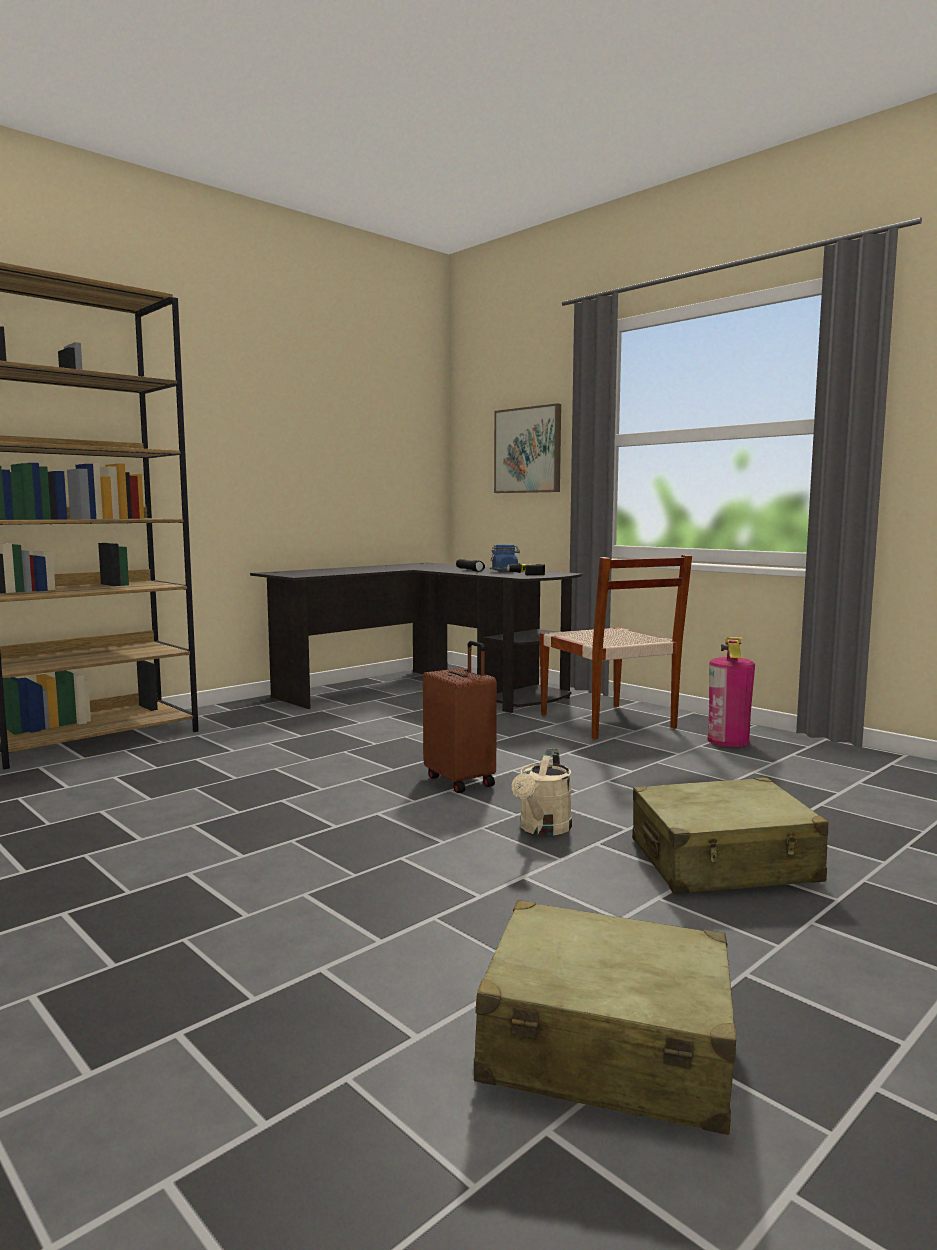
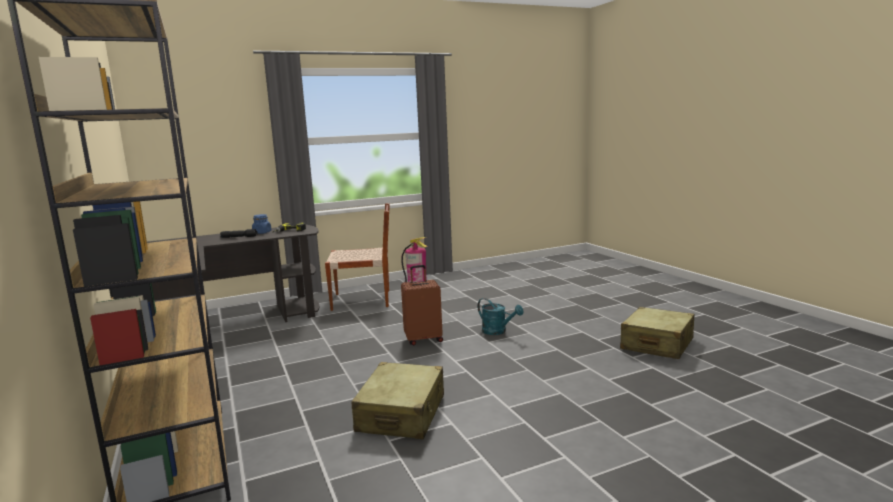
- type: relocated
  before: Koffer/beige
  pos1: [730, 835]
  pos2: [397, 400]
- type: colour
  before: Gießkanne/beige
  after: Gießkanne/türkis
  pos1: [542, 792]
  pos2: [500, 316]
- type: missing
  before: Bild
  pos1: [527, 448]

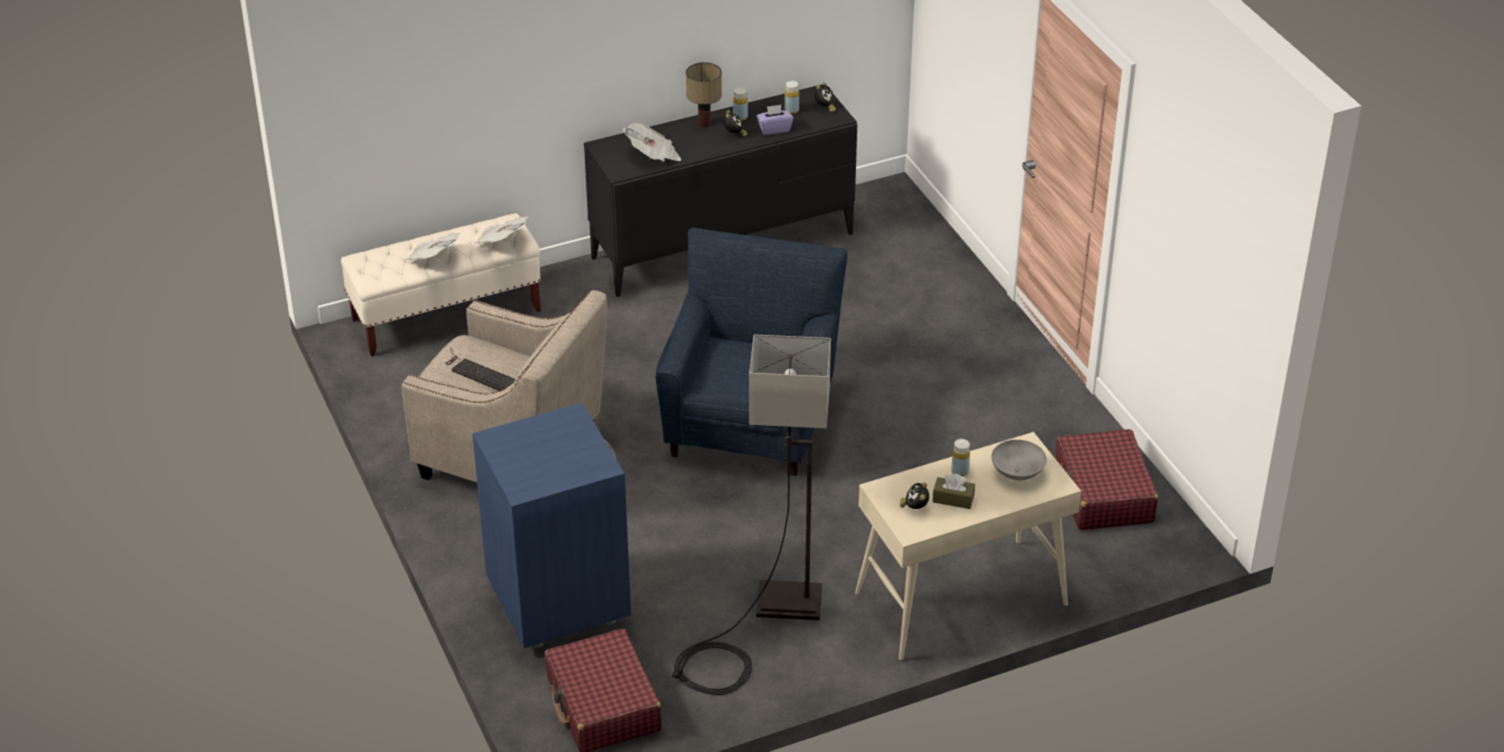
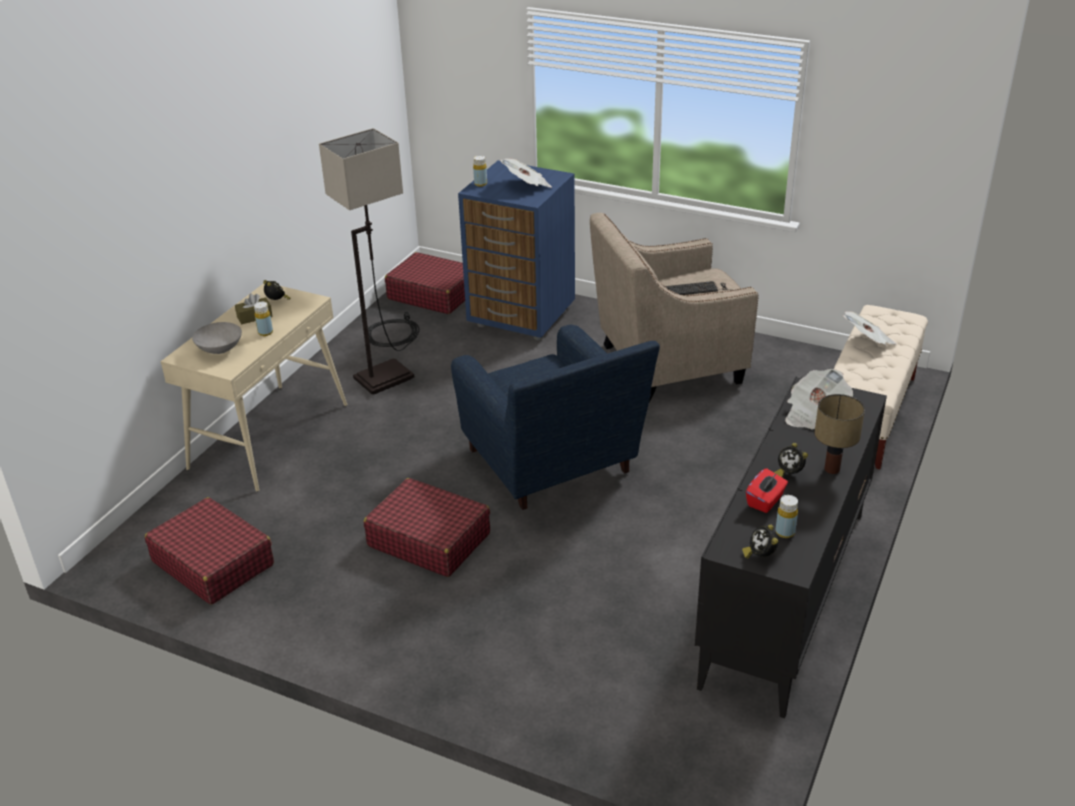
- type: appeared
  after: Koffer/rot
  pos2: [427, 527]
- type: relocated
  before: Flasche/gelb
  pos1: [740, 104]
  pos2: [480, 171]
- type: relocated
  before: Zeitung
  pos1: [501, 230]
  pos2: [526, 172]
- type: colour
  before: Taschentuchbox/lila
  after: Taschentuchbox/rot
  pos1: [775, 120]
  pos2: [767, 490]

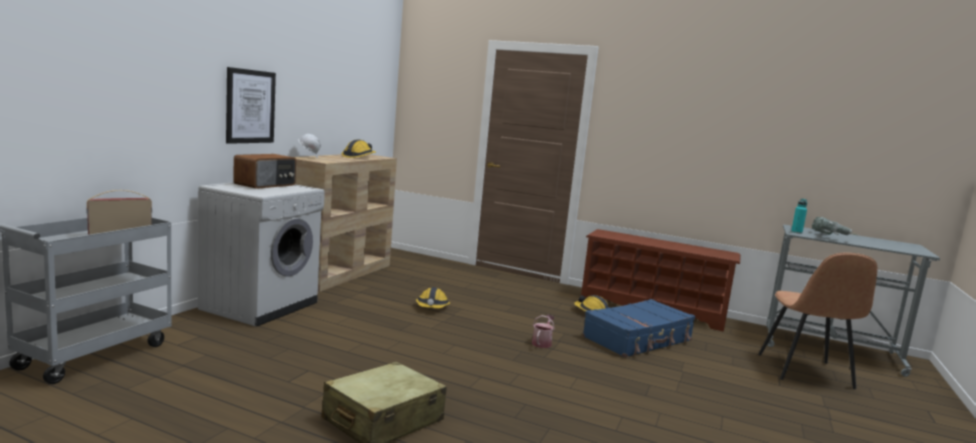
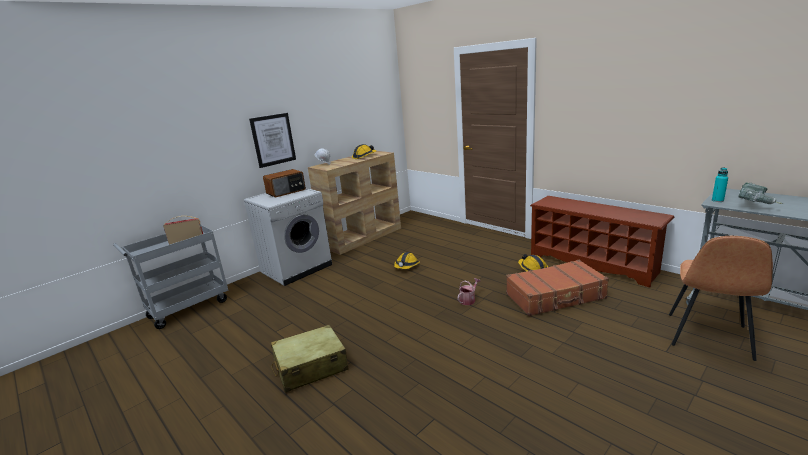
- type: colour
  before: Koffer/blau
  after: Koffer/braun
  pos1: [638, 328]
  pos2: [557, 288]

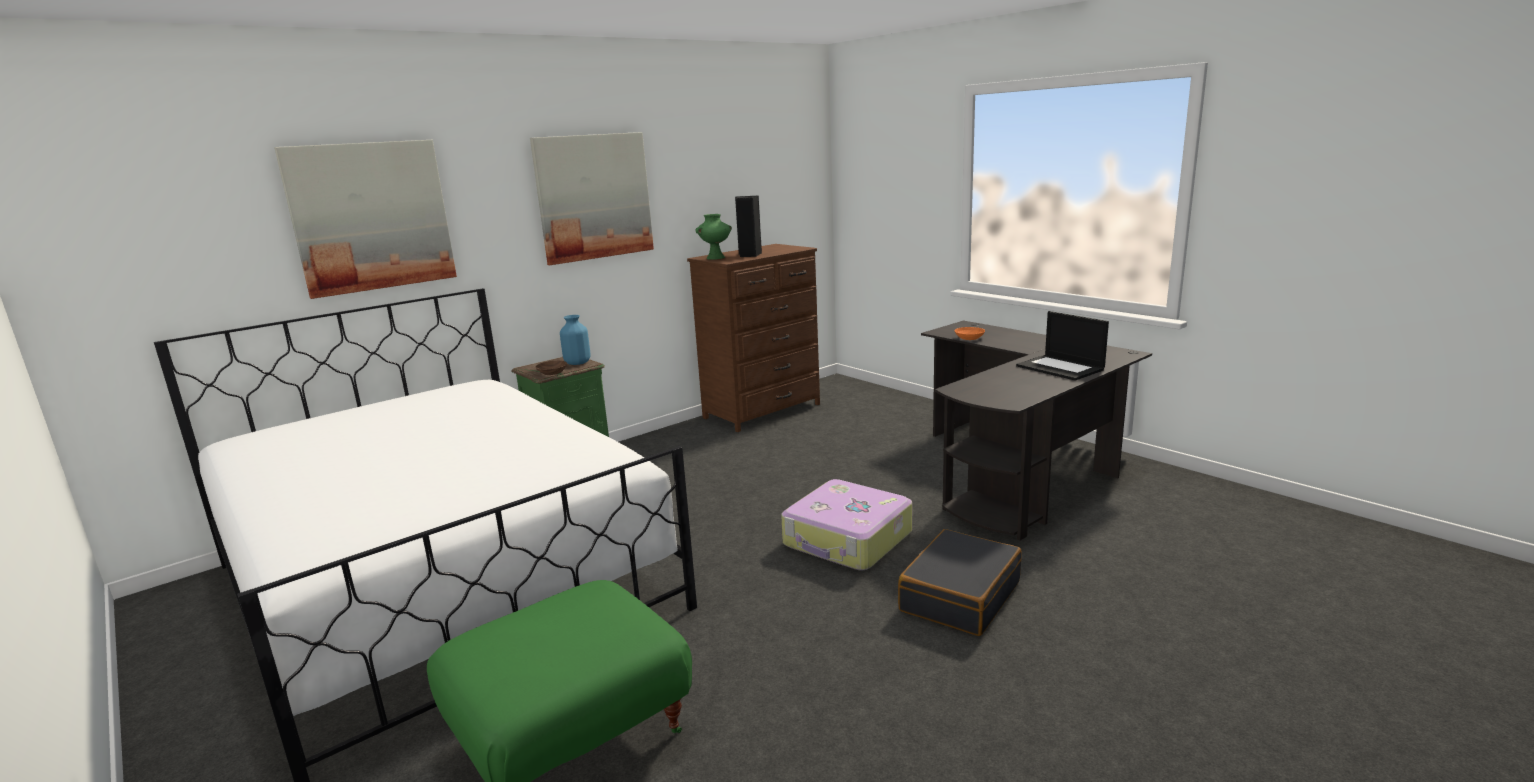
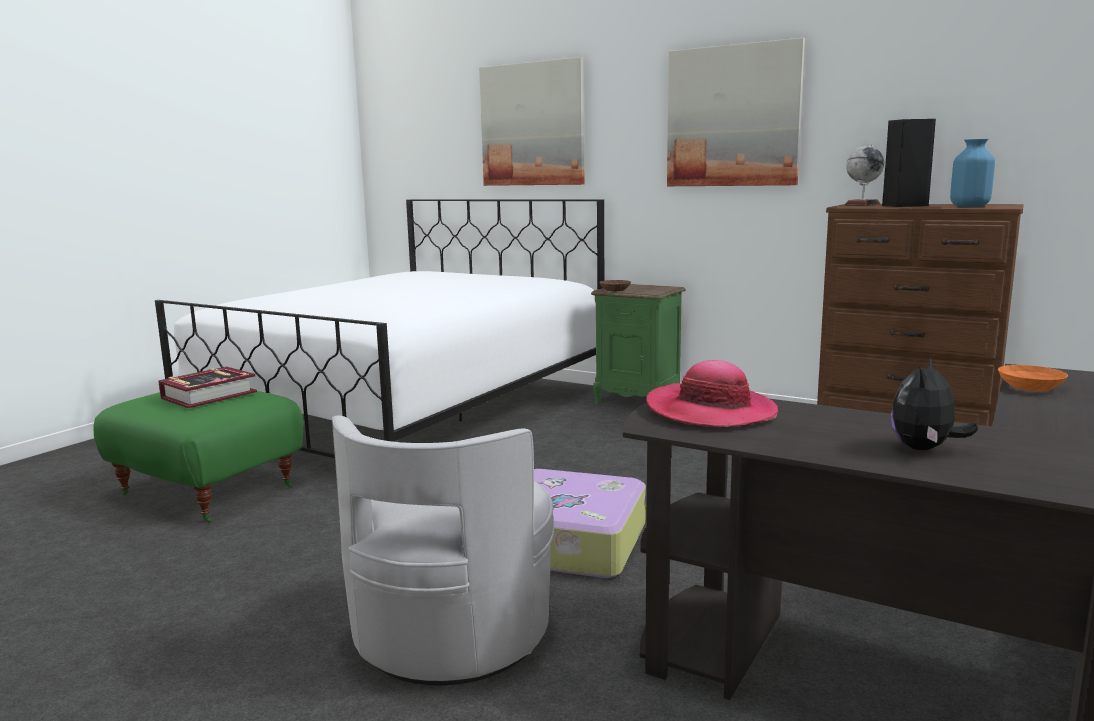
- type: appeared
  after: Buch
  pos2: [207, 387]
- type: exchanged
  before: Koffer/schwarz
  after: Sessel/weiß
  pos1: [960, 582]
  pos2: [443, 550]
- type: appeared
  after: Hut
  pos2: [712, 393]
- type: exchanged
  before: Vase/grün
  after: Globus
  pos1: [713, 237]
  pos2: [865, 175]
- type: exchanged
  before: Laptop
  after: Plüschtier
  pos1: [1062, 346]
  pos2: [934, 403]
- type: relocated
  before: Vase/blau
  pos1: [575, 340]
  pos2: [972, 173]

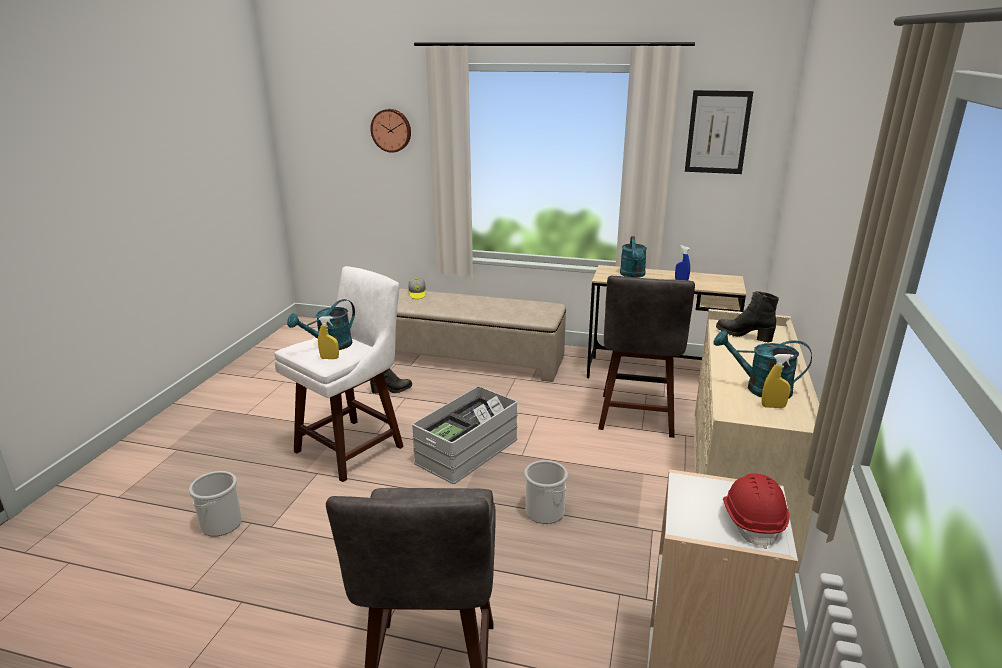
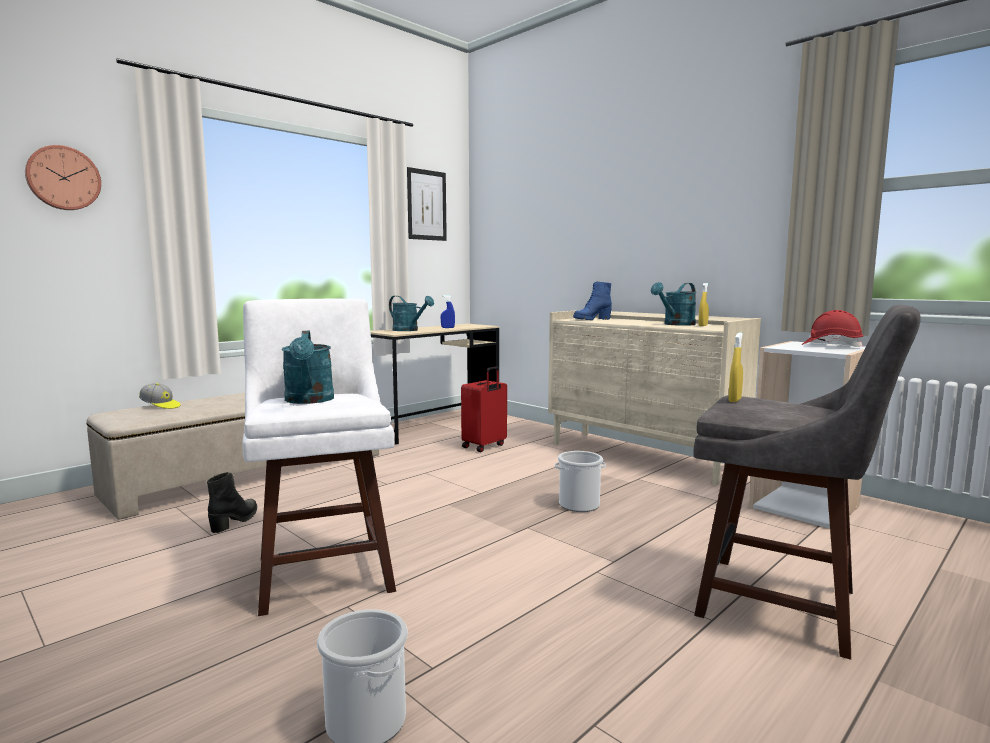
- type: exchanged
  before: Hocker/grau
  after: Koffer/rot
  pos1: [646, 357]
  pos2: [484, 409]
- type: colour
  before: Stiefel/schwarz
  after: Stiefel/blau
  pos1: [747, 317]
  pos2: [592, 300]
- type: relocated
  before: Sprühflasche/gelb
  pos1: [328, 337]
  pos2: [735, 367]
- type: missing
  before: Aufbewahrungsbox/grau
  pos1: [464, 435]

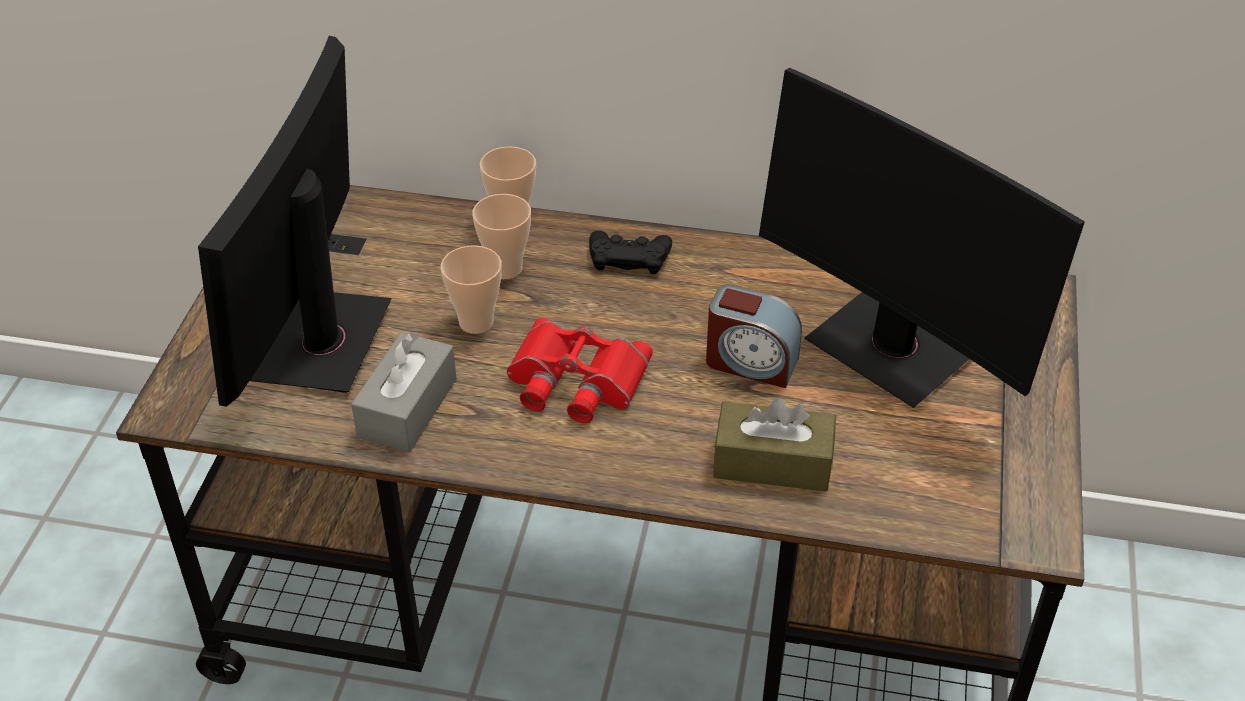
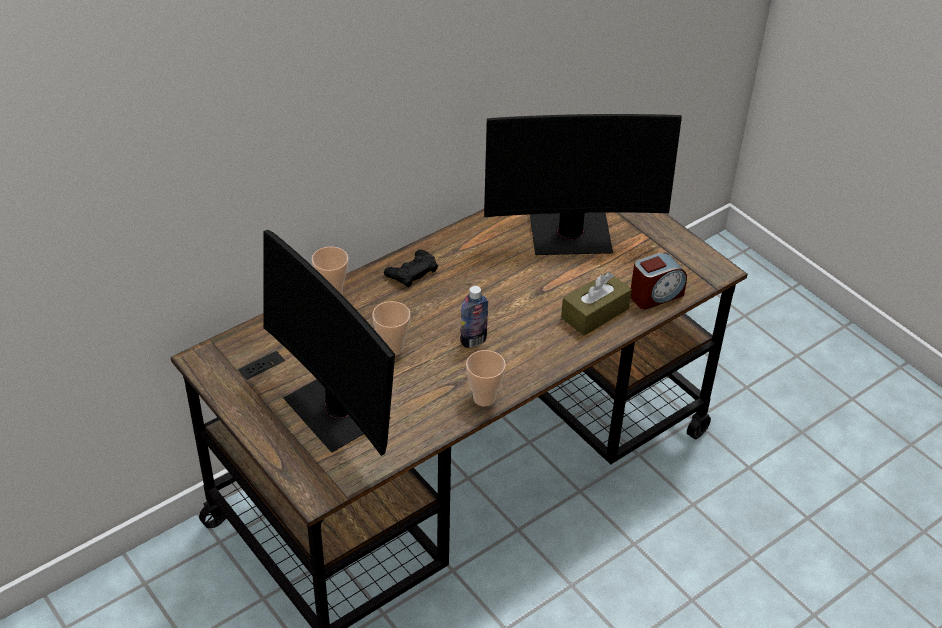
- type: exchanged
  before: Fernglas/rot
  after: Flasche
  pos1: [580, 370]
  pos2: [474, 317]
- type: relocated
  before: Tasse
  pos1: [502, 236]
  pos2: [486, 378]
- type: relocated
  before: Wecker
  pos1: [754, 336]
  pos2: [659, 280]
- type: missing
  before: Taschentuchbox/grau
  pos1: [404, 392]

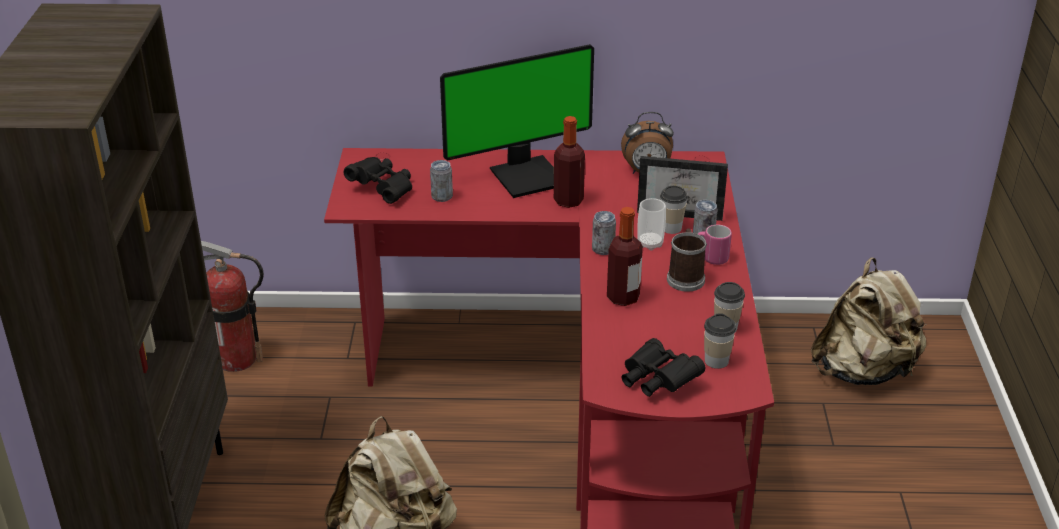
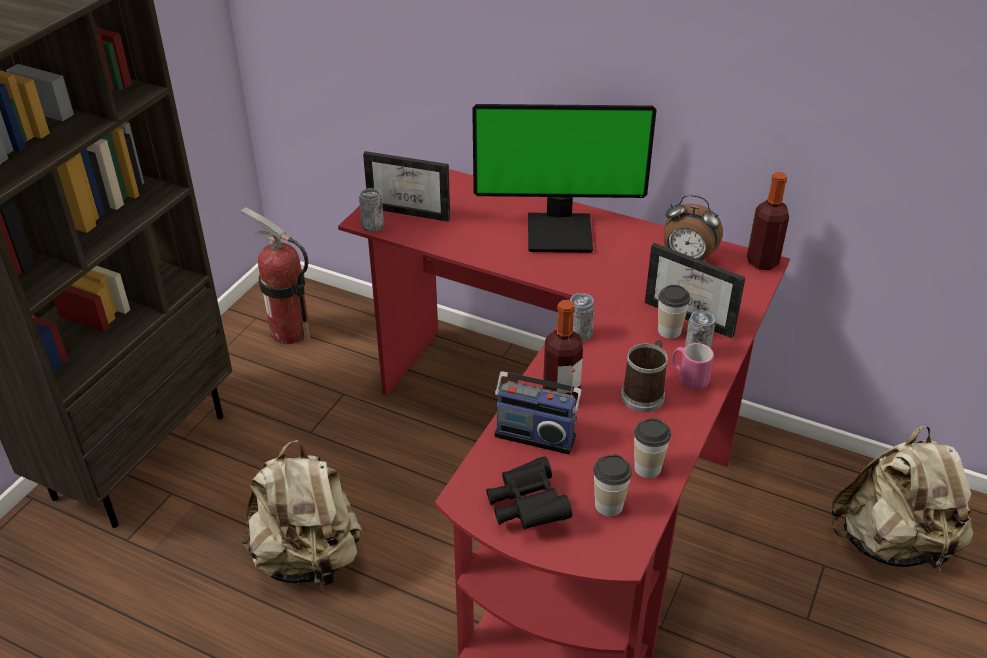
- type: relocated
  before: Dose
  pos1: [441, 181]
  pos2: [371, 210]
- type: exchanged
  before: Fernglas/schwarz
  after: Bilderrahmen
  pos1: [378, 180]
  pos2: [406, 186]
- type: appeared
  after: Radio
  pos2: [538, 411]
- type: relocated
  before: Flasche
  pos1: [569, 162]
  pos2: [768, 221]
- type: missing
  before: Tasse
  pos1: [651, 224]

